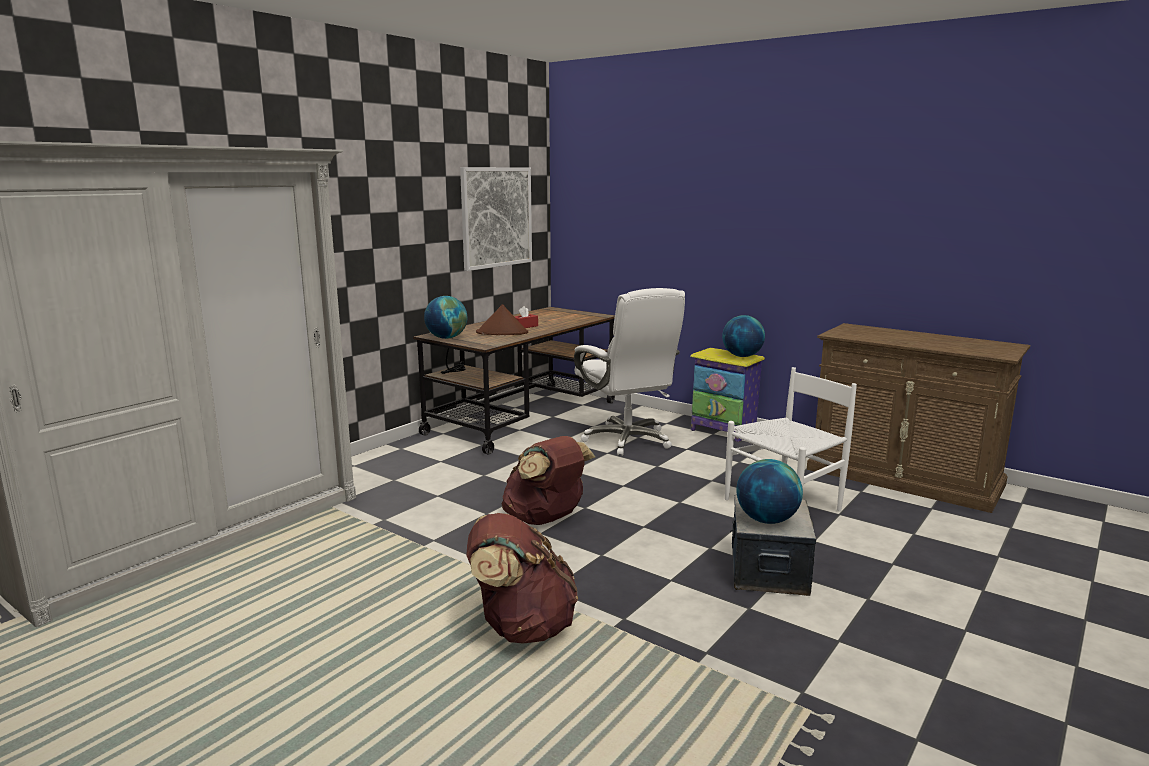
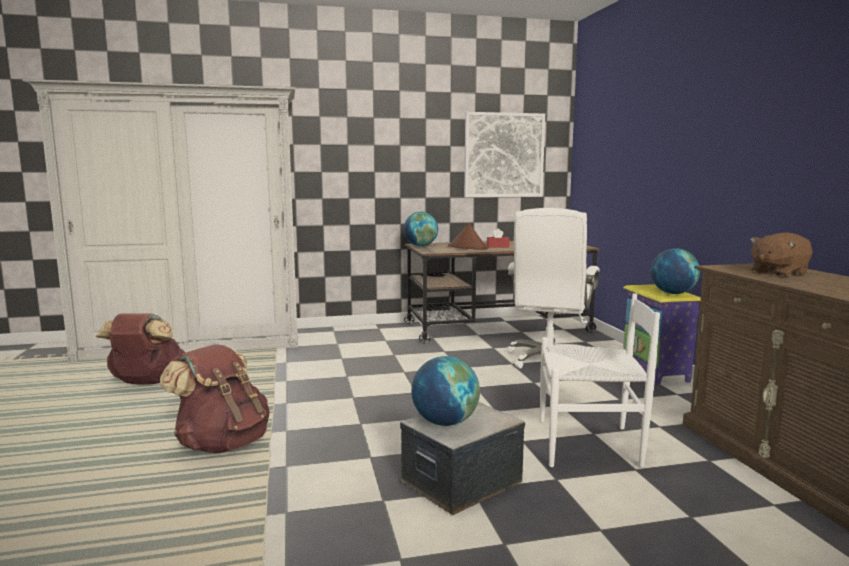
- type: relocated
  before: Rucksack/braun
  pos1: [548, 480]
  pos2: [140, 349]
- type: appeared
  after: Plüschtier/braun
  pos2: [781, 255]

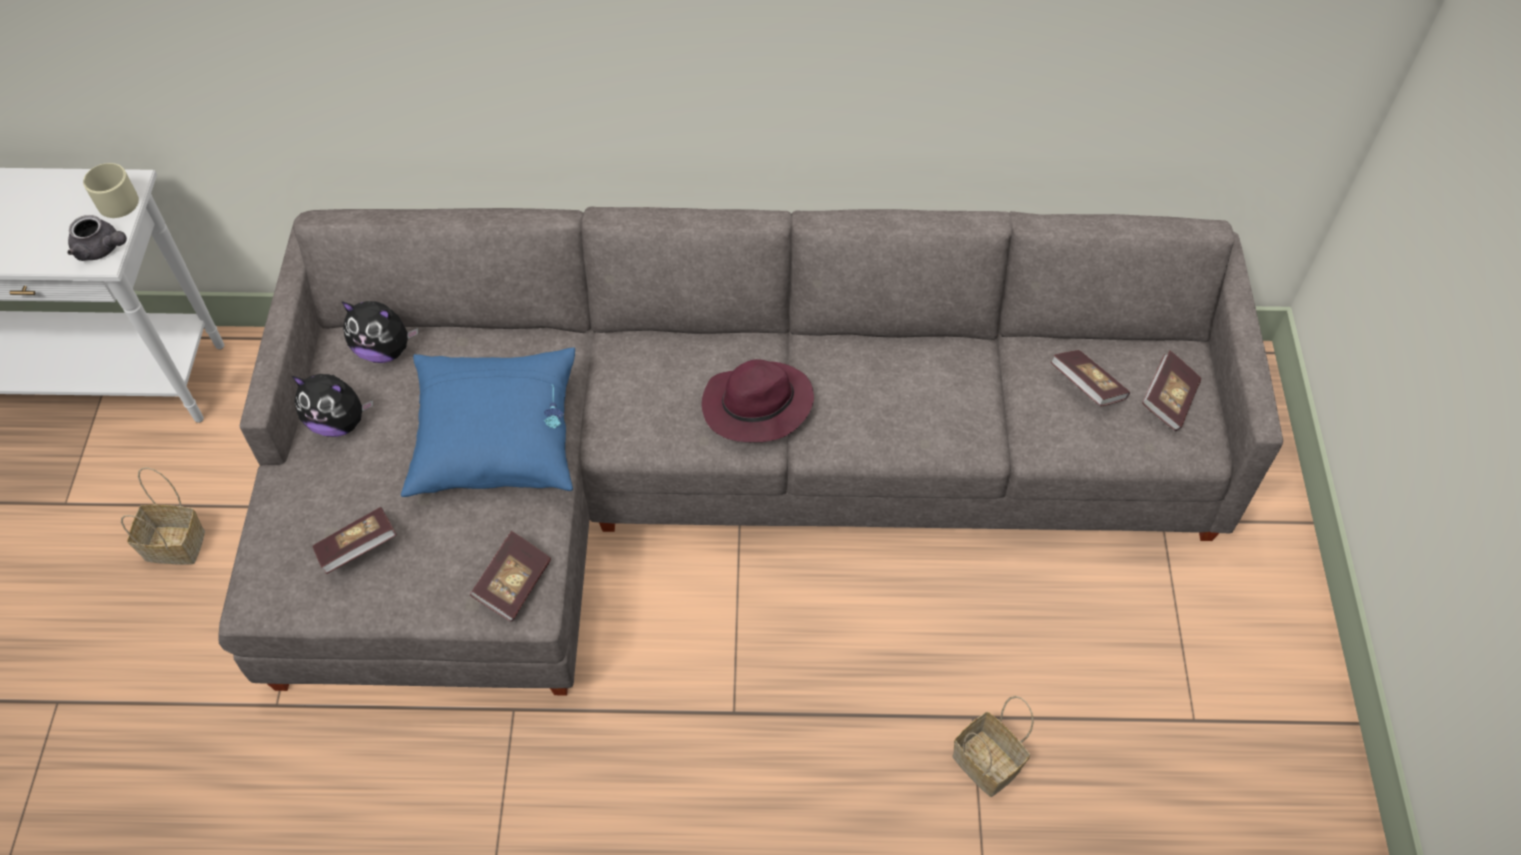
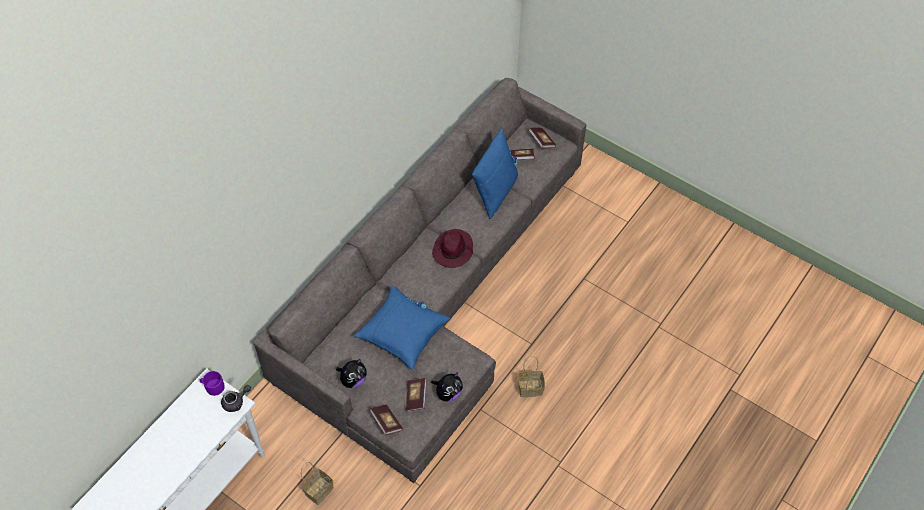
- type: colour
  before: Henkelbecher/beige
  after: Henkelbecher/lila
  pos1: [111, 190]
  pos2: [212, 383]
- type: relocated
  before: Buch
  pos1: [510, 576]
  pos2: [386, 420]
- type: relocated
  before: Plüschtier
  pos1: [379, 332]
  pos2: [447, 387]
- type: appeared
  after: Kissen/blau
  pos2: [495, 174]
- type: relocated
  before: Korb
  pos1: [993, 746]
  pos2: [531, 376]

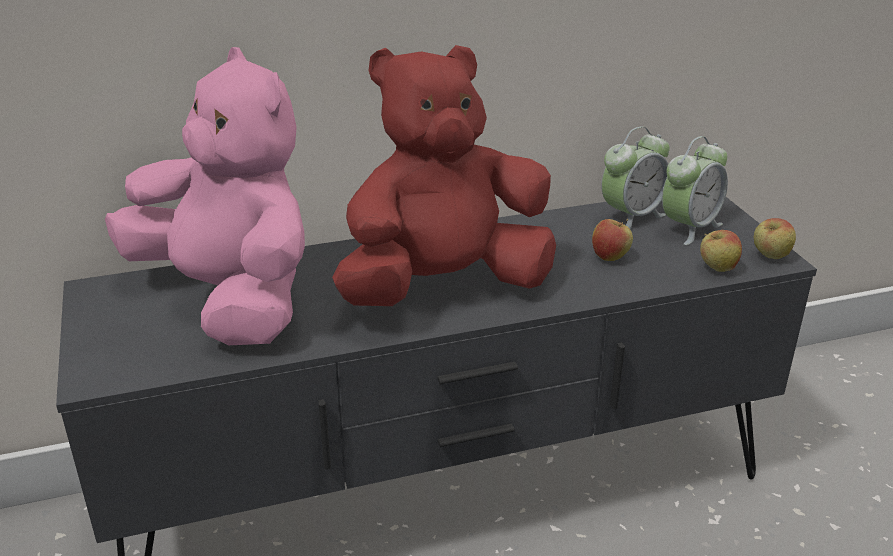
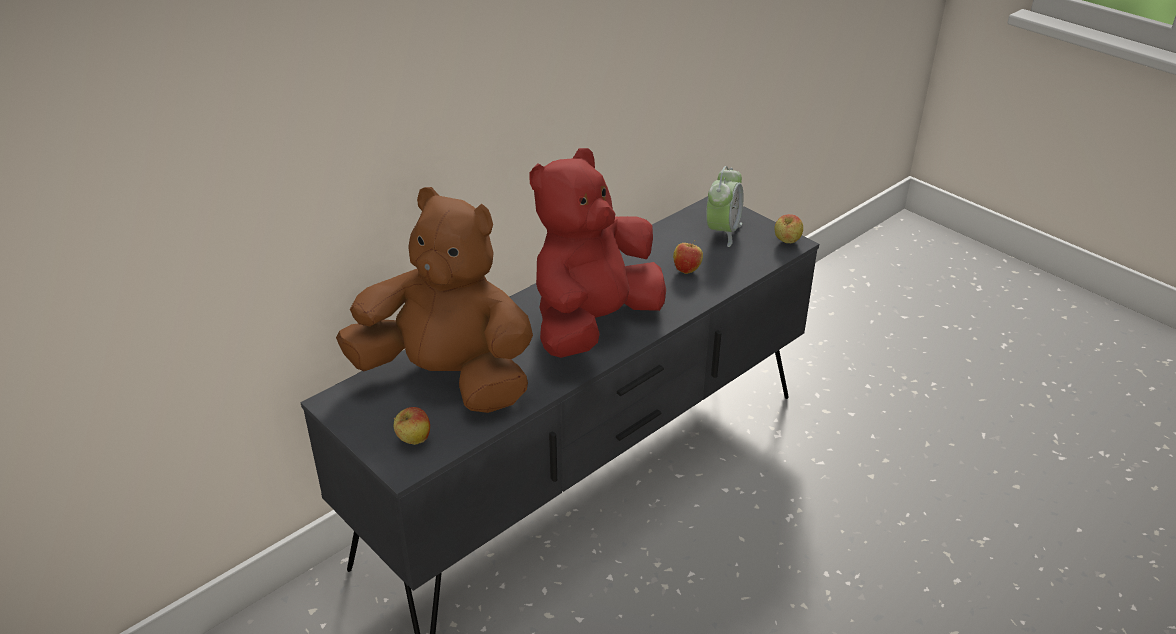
- type: colour
  before: Plüschtier/rosa
  after: Plüschtier/braun
  pos1: [205, 196]
  pos2: [434, 300]
- type: relocated
  before: Apfel
  pos1: [721, 251]
  pos2: [412, 426]
- type: missing
  before: Wecker
  pos1: [635, 178]

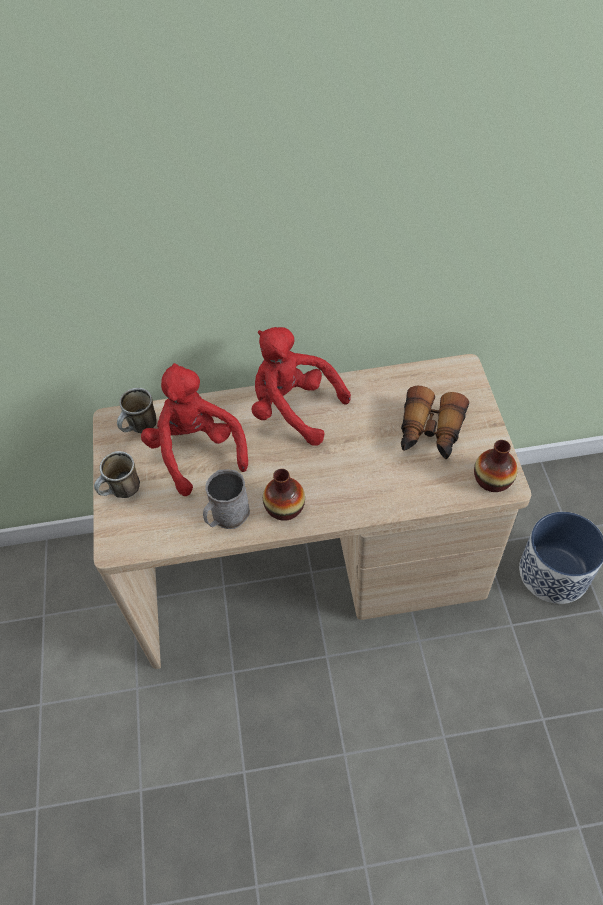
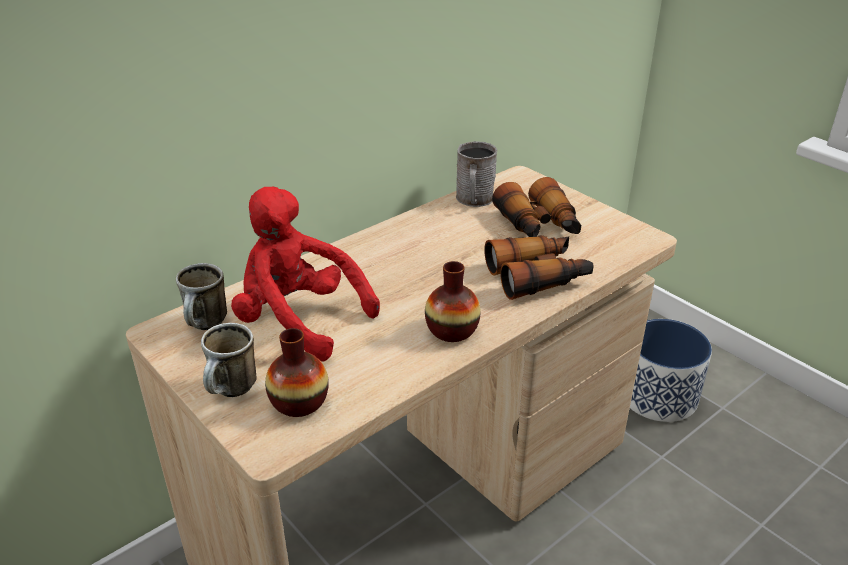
- type: relocated
  before: Vase
  pos1: [496, 466]
  pos2: [297, 372]
- type: relocated
  before: Henkelbecher/grau
  pos1: [226, 499]
  pos2: [476, 174]
- type: appeared
  after: Fernglas
  pos2: [539, 267]
- type: missing
  before: Plüschtier/rot
  pos1: [301, 386]

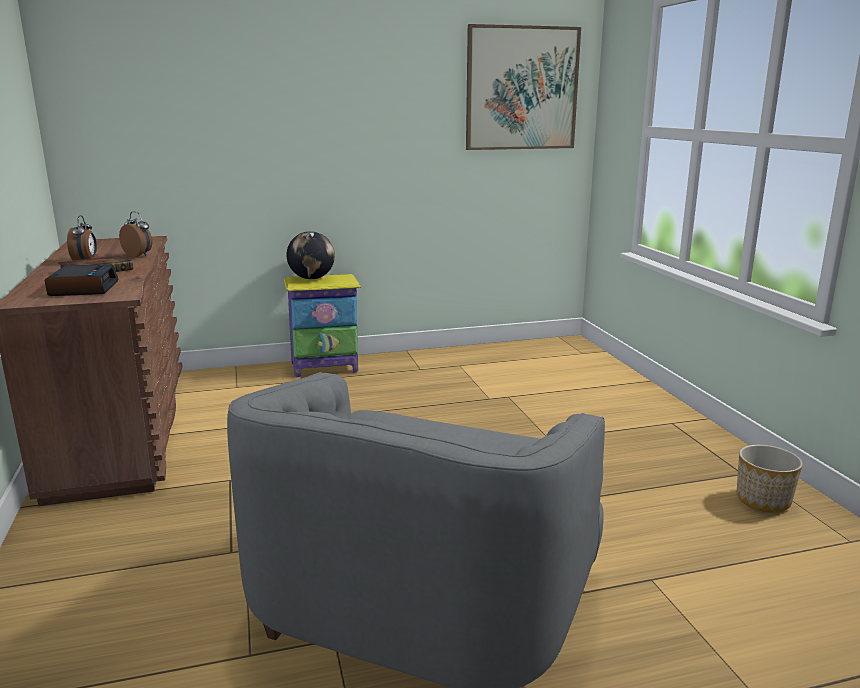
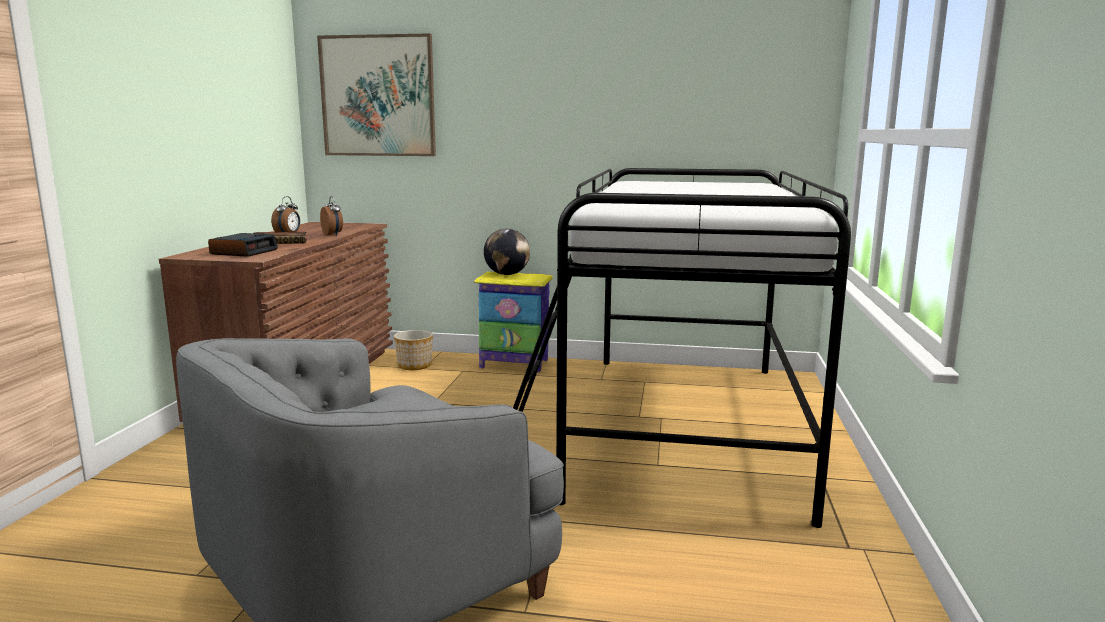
- type: relocated
  before: Bild
  pos1: [523, 87]
  pos2: [376, 94]
- type: relocated
  before: Pflanzkübel
  pos1: [770, 479]
  pos2: [413, 350]
- type: appeared
  after: Bett/schwarz
  pos2: [682, 348]

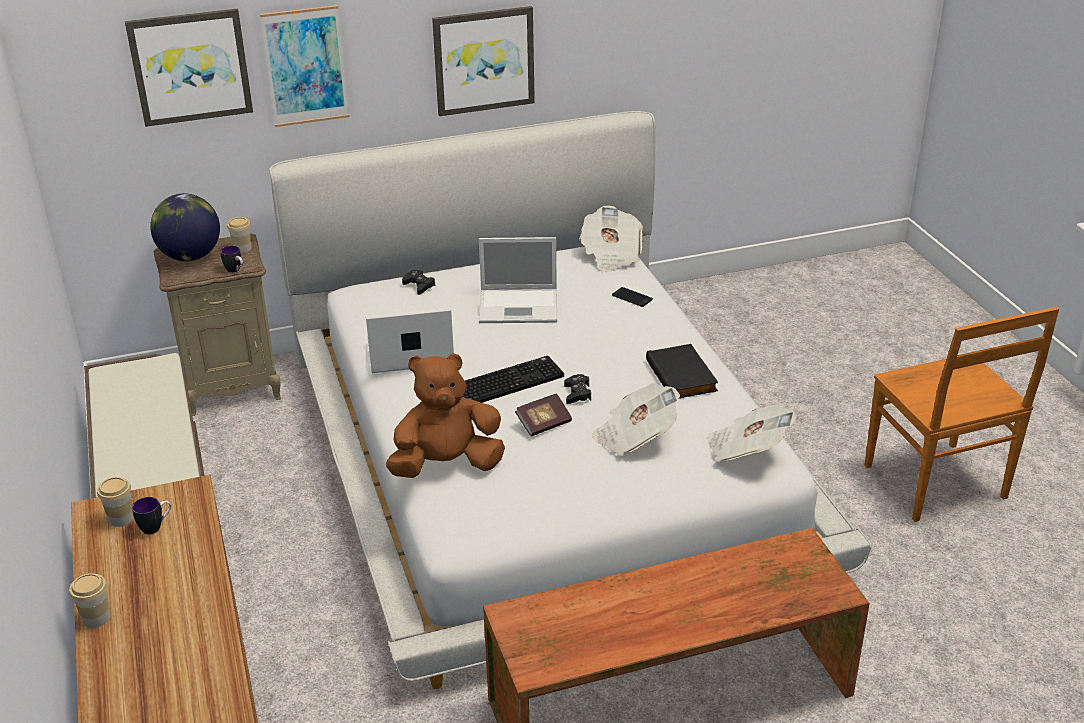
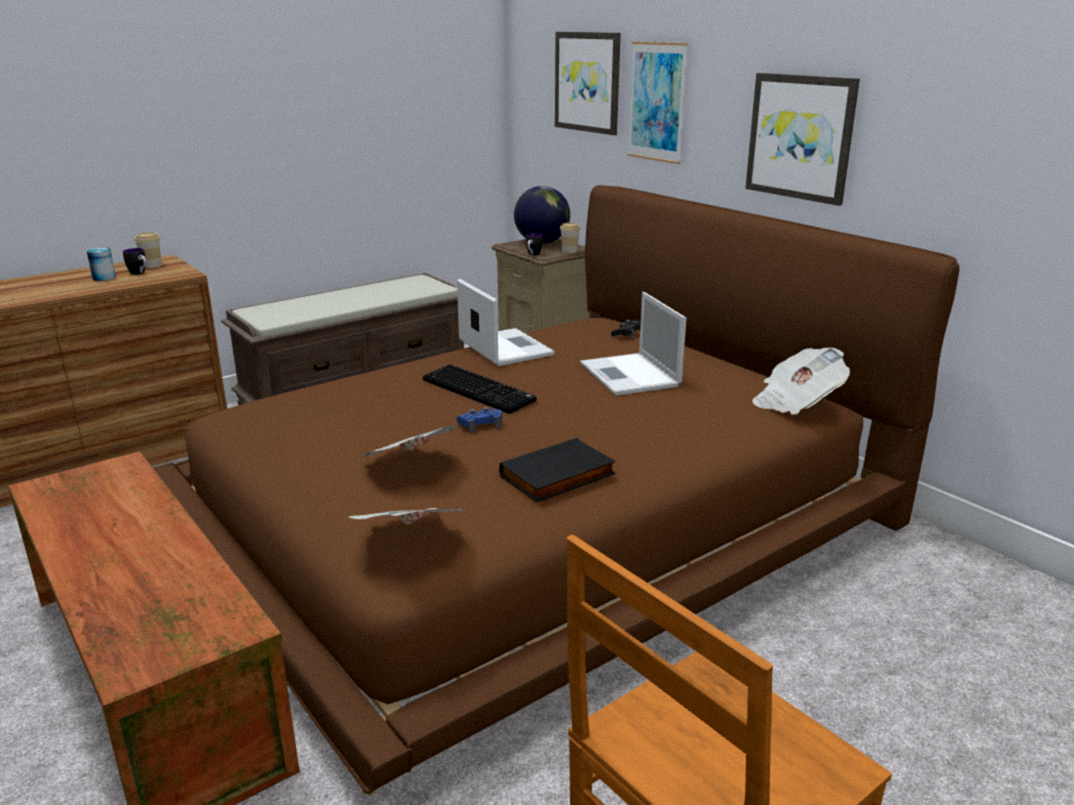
- type: appeared
  after: Dose
  pos2: [101, 264]
- type: colour
  before: Bett/weiß
  after: Bett/braun
  pos1: [570, 400]
  pos2: [557, 489]
- type: colour
  before: Gamepad/schwarz
  after: Gamepad/blau
  pos1: [577, 389]
  pos2: [479, 420]
- type: missing
  before: Tasse
  pos1: [89, 600]
- type: missing
  before: Plüschtier/braun
  pos1: [445, 415]
- type: missing
  before: Buch
  pos1: [543, 414]
- type: missing
  before: Handy
  pos1: [632, 297]

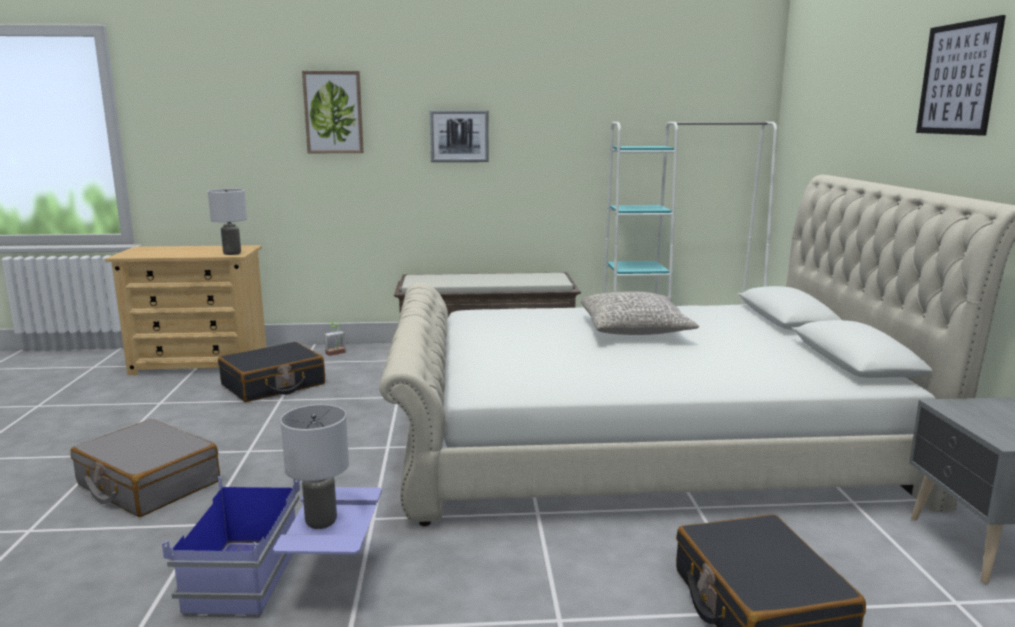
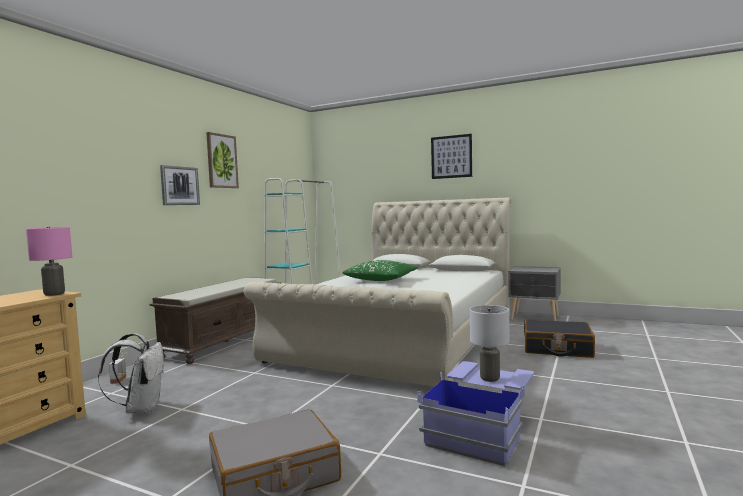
- type: colour
  before: Tischlampe/weiß
  after: Tischlampe/rosa
  pos1: [227, 222]
  pos2: [49, 261]
- type: exchanged
  before: Koffer/schwarz
  after: Rucksack/weiß
  pos1: [271, 372]
  pos2: [131, 373]
- type: relocated
  before: Bild
  pos1: [333, 112]
  pos2: [222, 160]
- type: colour
  before: Kissen/grau
  after: Kissen/grün
  pos1: [640, 313]
  pos2: [380, 270]

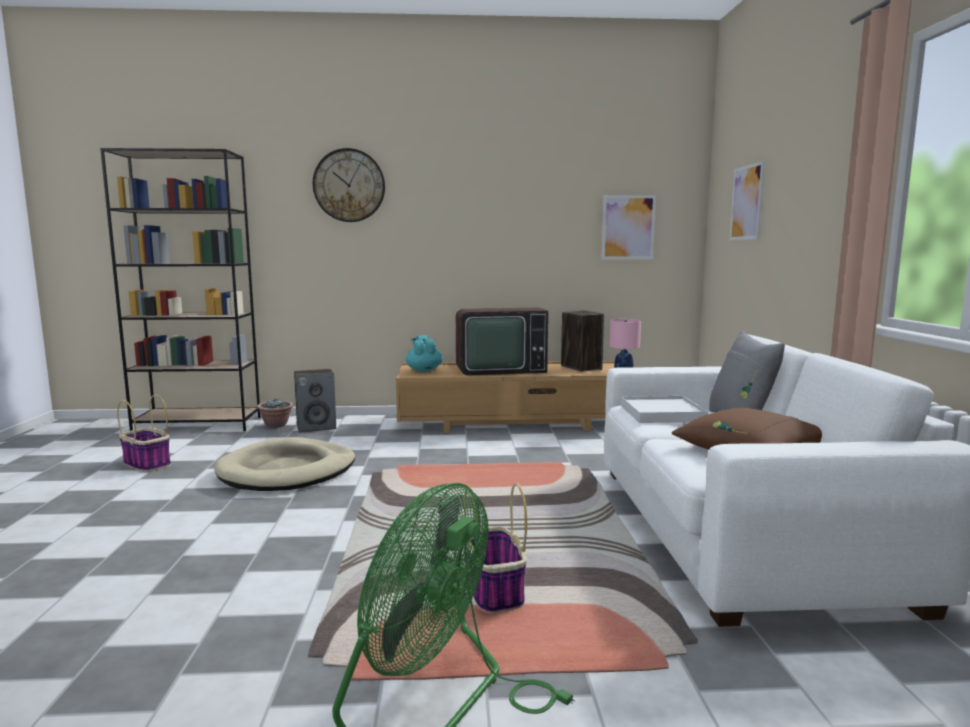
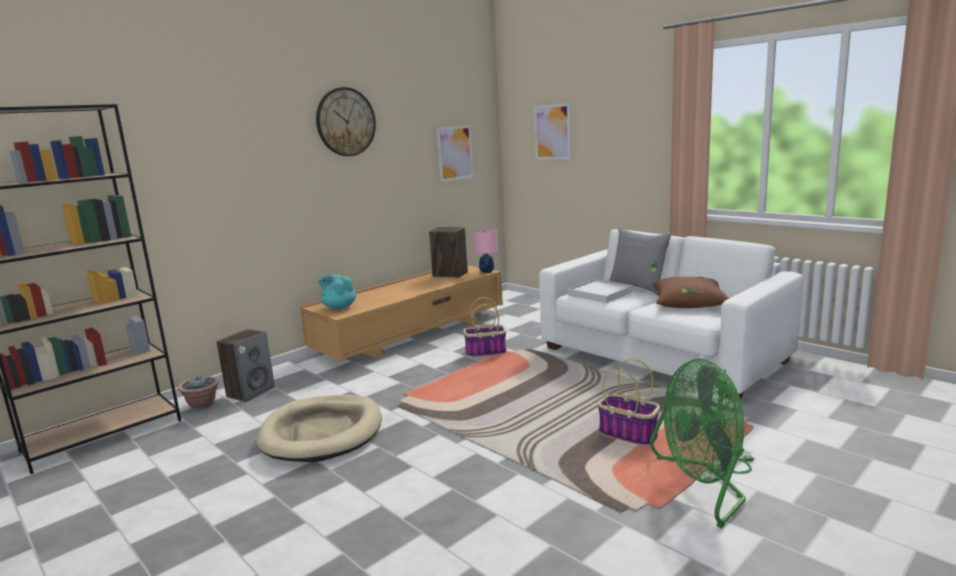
- type: relocated
  before: Wanduhr
  pos1: [349, 185]
  pos2: [346, 121]
- type: relocated
  before: Korb
  pos1: [144, 433]
  pos2: [484, 327]
- type: missing
  before: Fernseher
  pos1: [502, 342]

